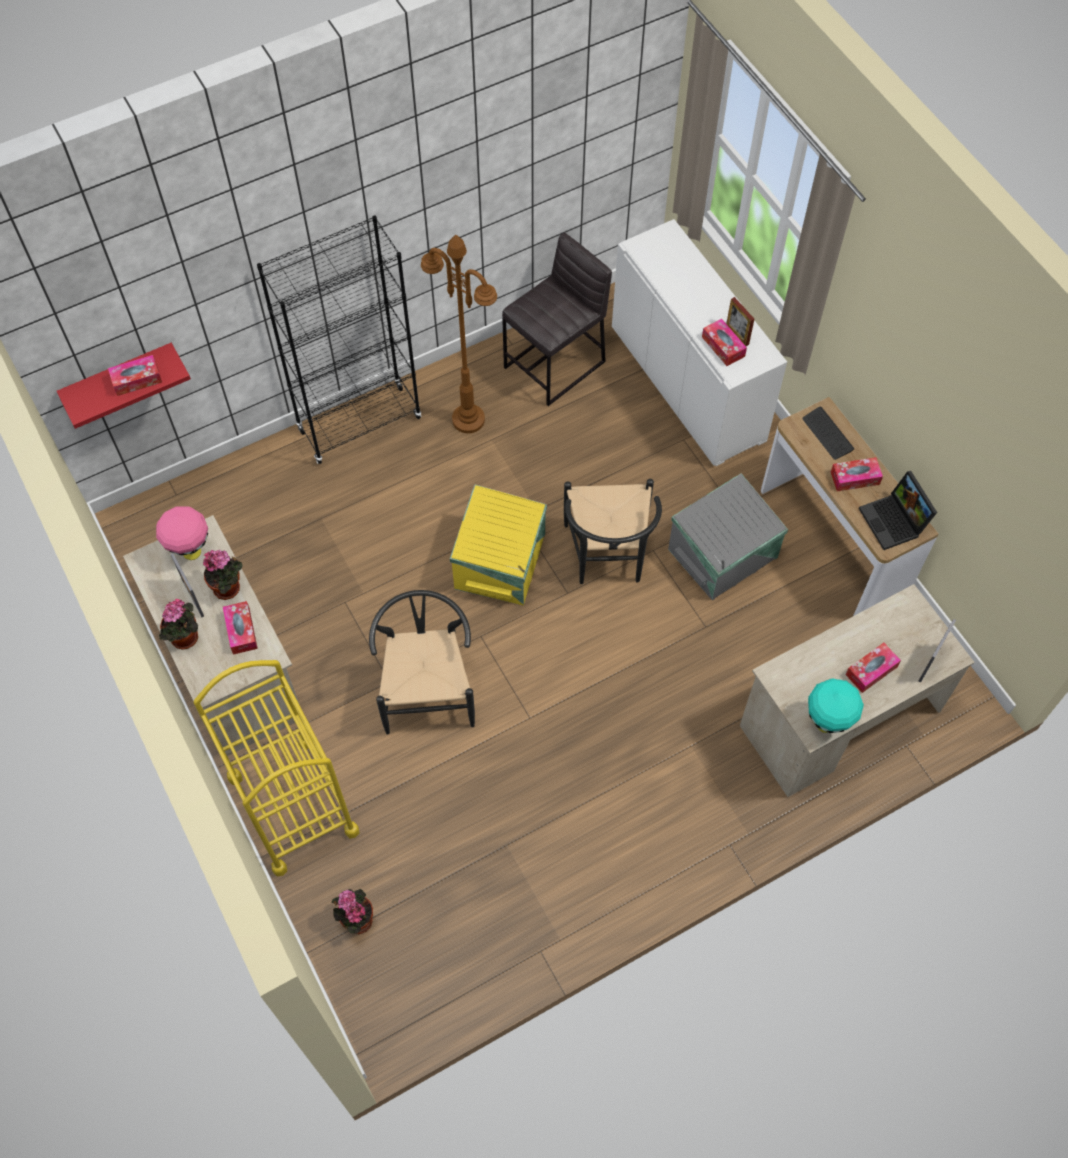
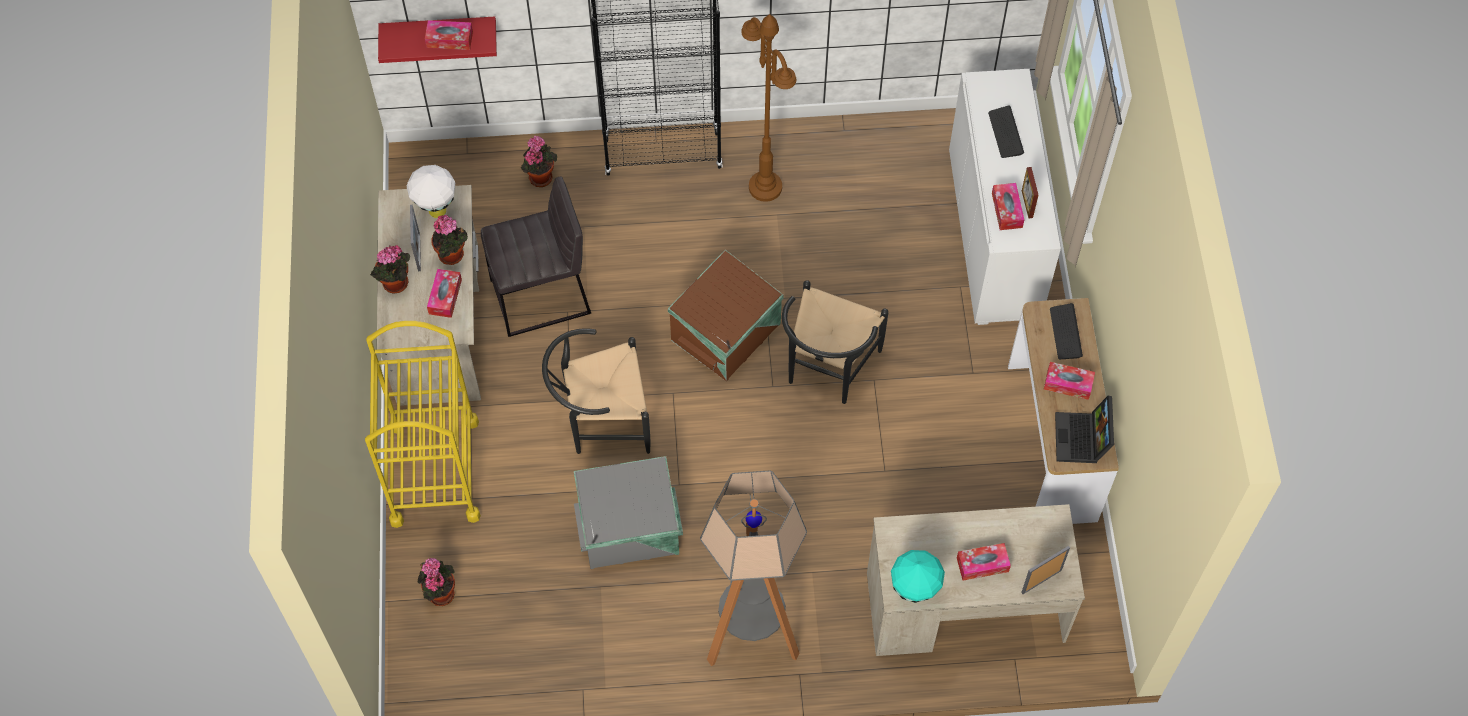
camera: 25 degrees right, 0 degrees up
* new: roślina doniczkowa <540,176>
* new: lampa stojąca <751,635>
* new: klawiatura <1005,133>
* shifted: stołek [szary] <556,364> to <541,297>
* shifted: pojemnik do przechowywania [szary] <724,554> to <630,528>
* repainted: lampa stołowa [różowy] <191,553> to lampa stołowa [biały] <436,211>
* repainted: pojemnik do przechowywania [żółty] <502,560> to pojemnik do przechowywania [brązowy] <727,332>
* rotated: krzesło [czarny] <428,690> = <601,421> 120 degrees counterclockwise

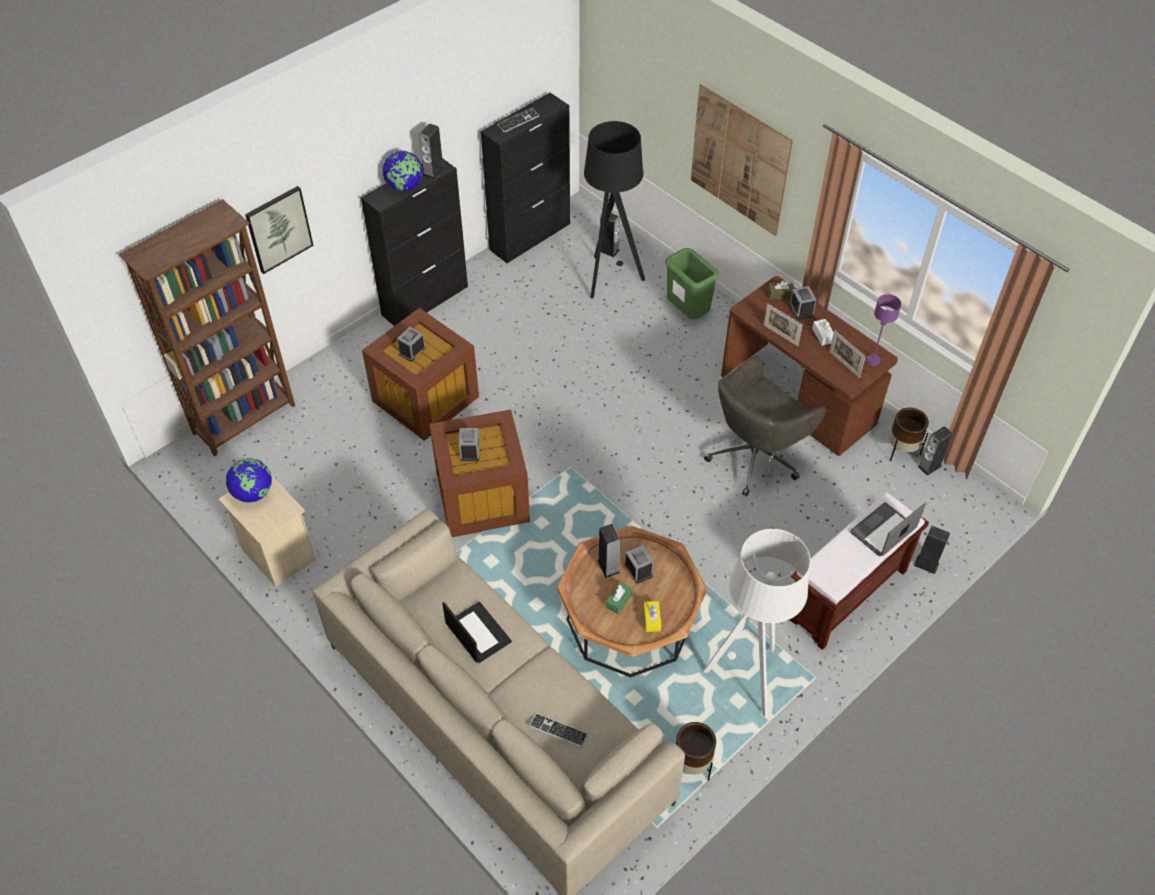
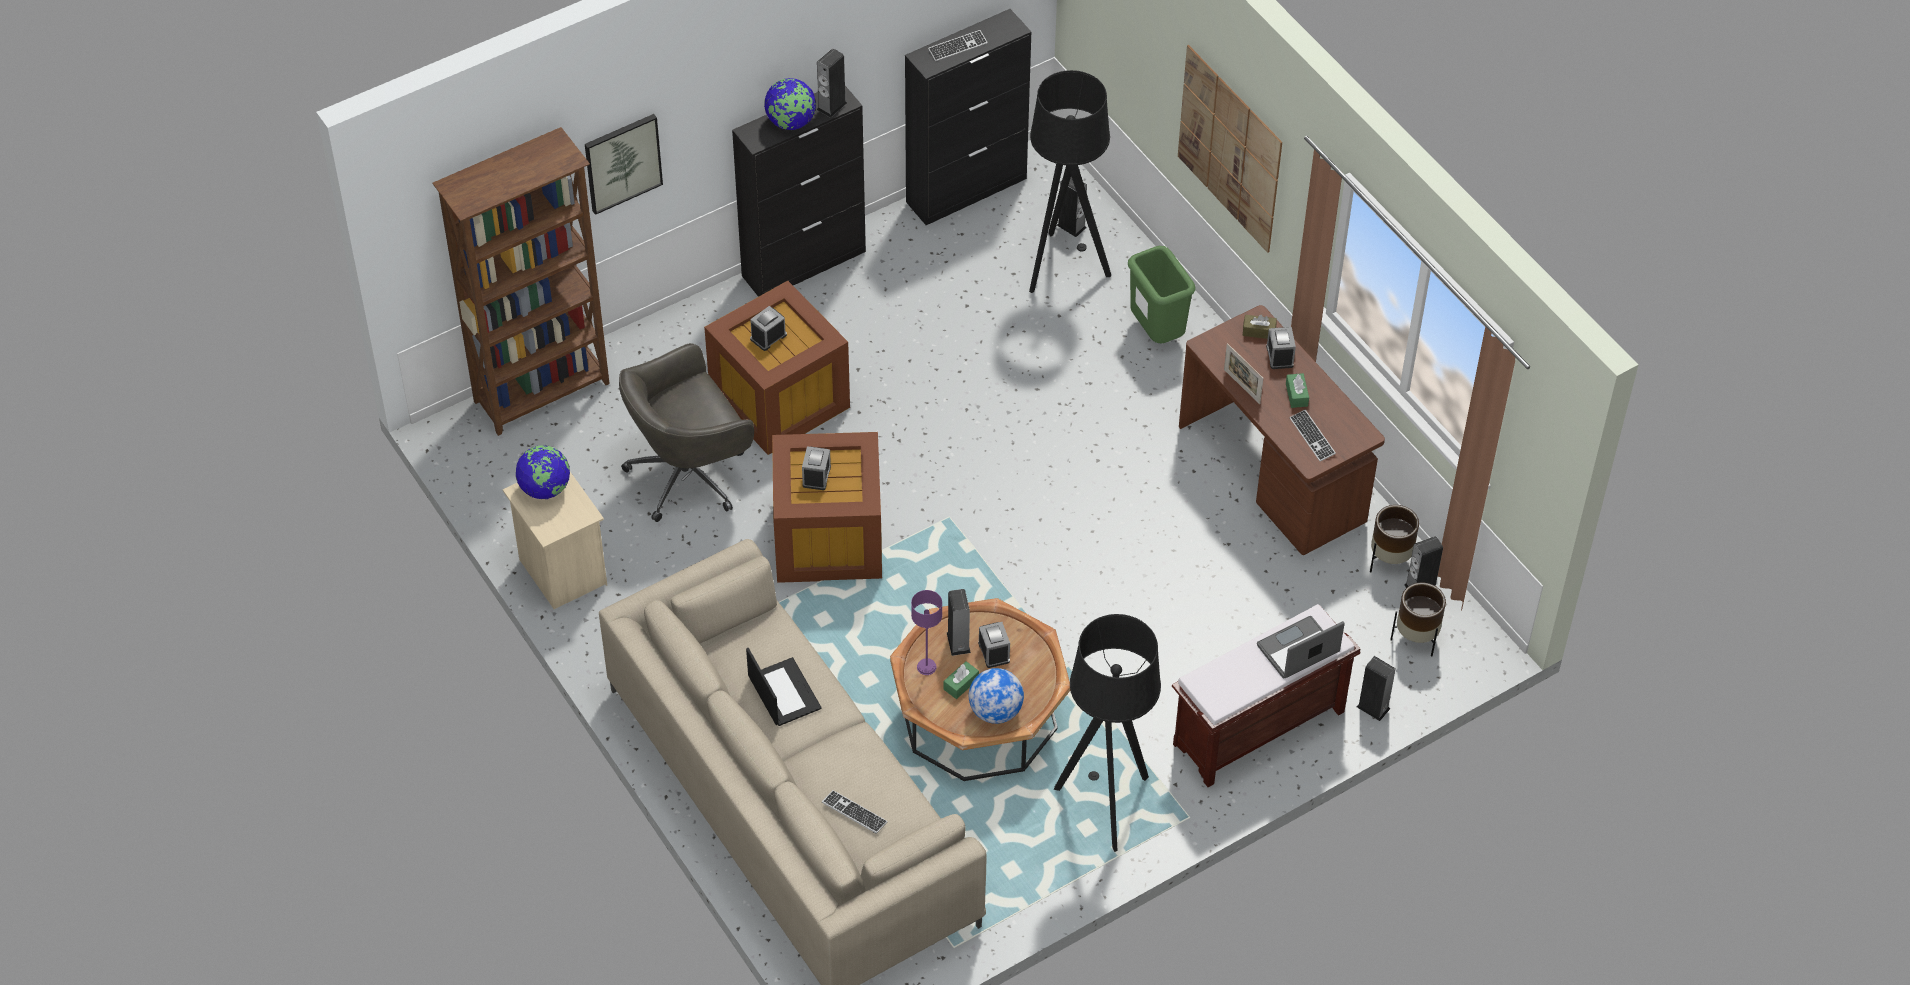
camera: 10 degrees right, 0 degrees up
* shifted: donica [brązowy] <692,765> to <1416,639>
* shifted: krzesło biurowe [szary] <756,456> to <690,474>
* shifted: lampa stołowa [fioletowy] <872,360> to <926,667>
* swapped: pudełko chusteczek [żółty] <652,619> to globus <995,711>
* swapped: ramka na zdjęcie <844,364> to klawiatura <1312,436>
* repainted: lampa stojąca [biały] <747,678> to lampa stojąca [czarny] <1106,805>
* repainted: pudełko chusteczek [biały] <822,335> to pudełko chusteczek [zielony] <1296,395>

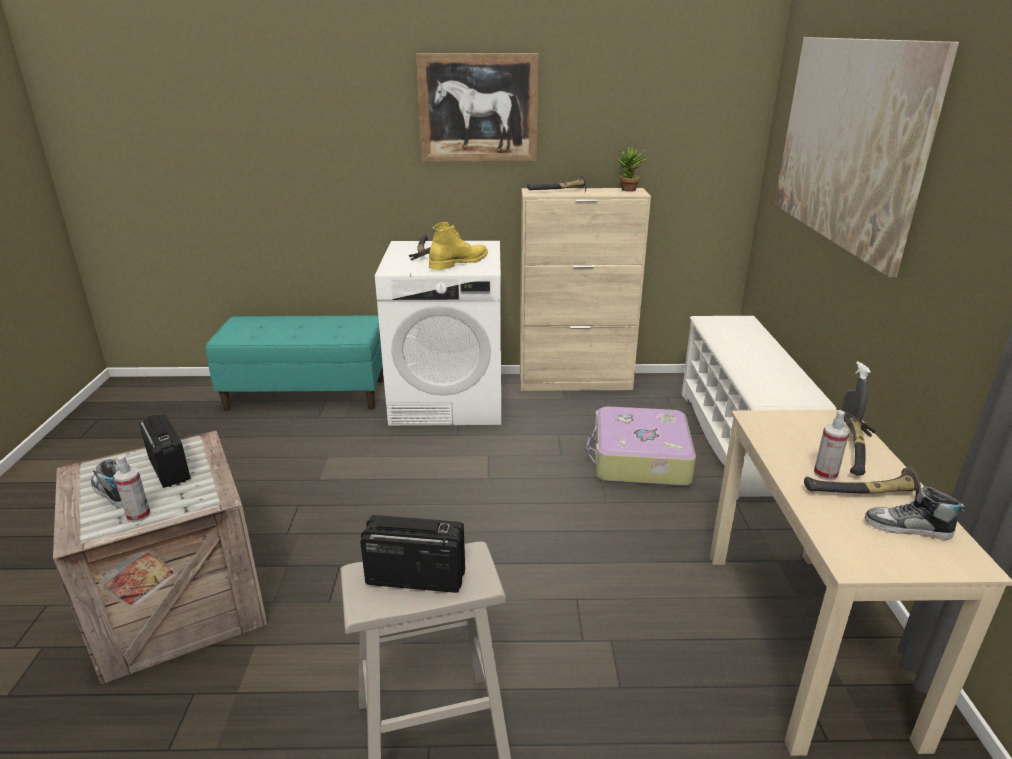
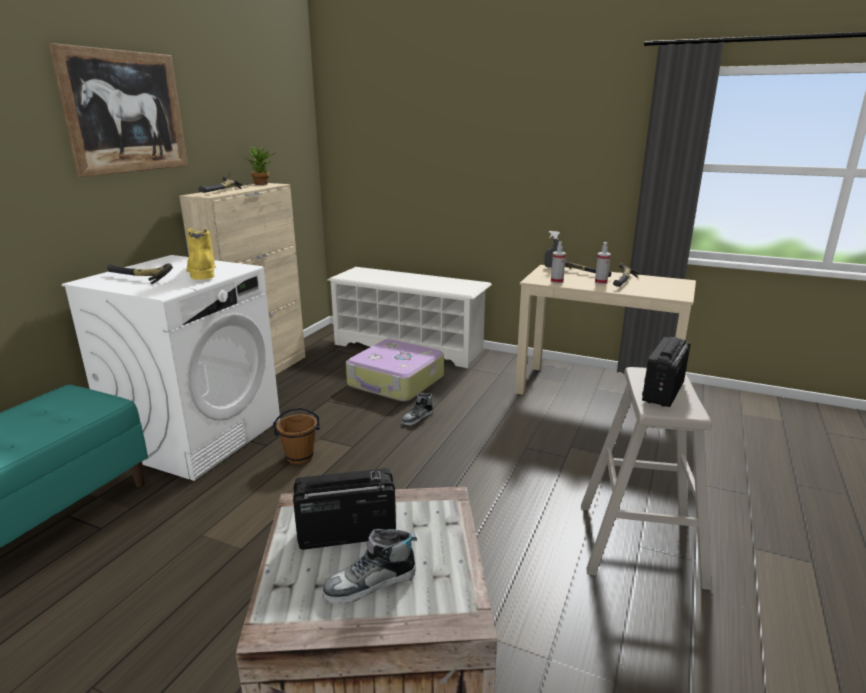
camera: 65 degrees left, 5 degrees down
* gone: obraz <848,143>
* new: wiadro [brązowy] <299,457>
* shifted: spryskiwacz <138,515> to <557,281>
* shifted: but <907,528> to <417,418>

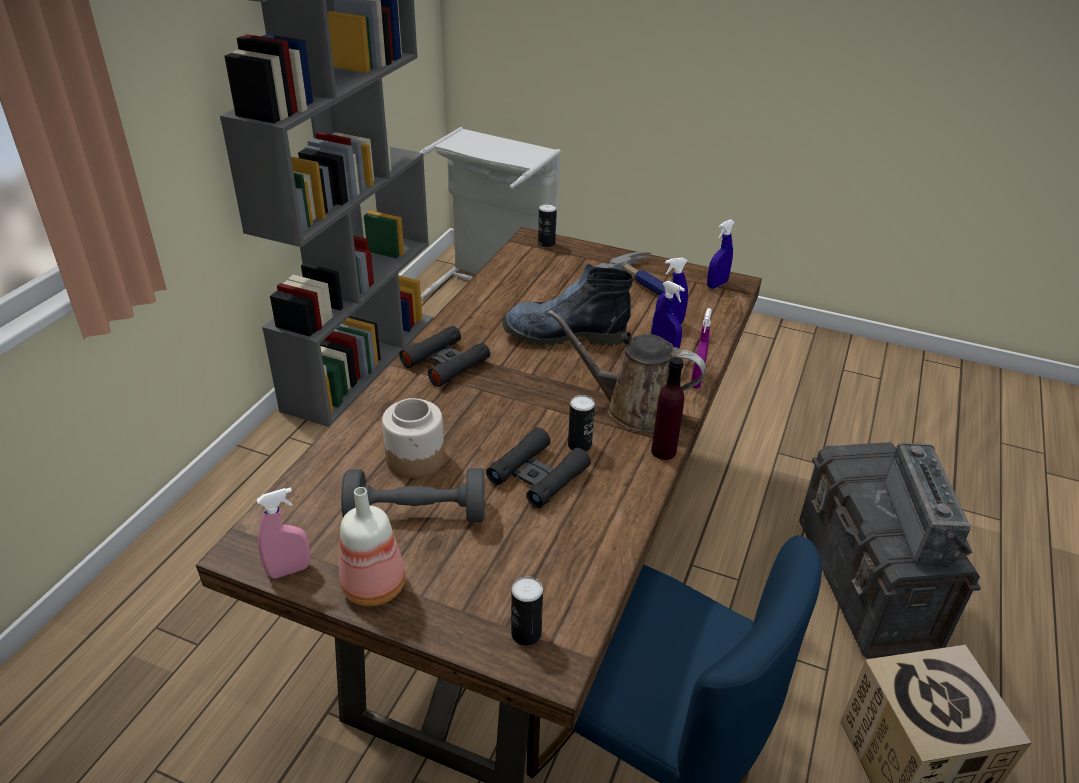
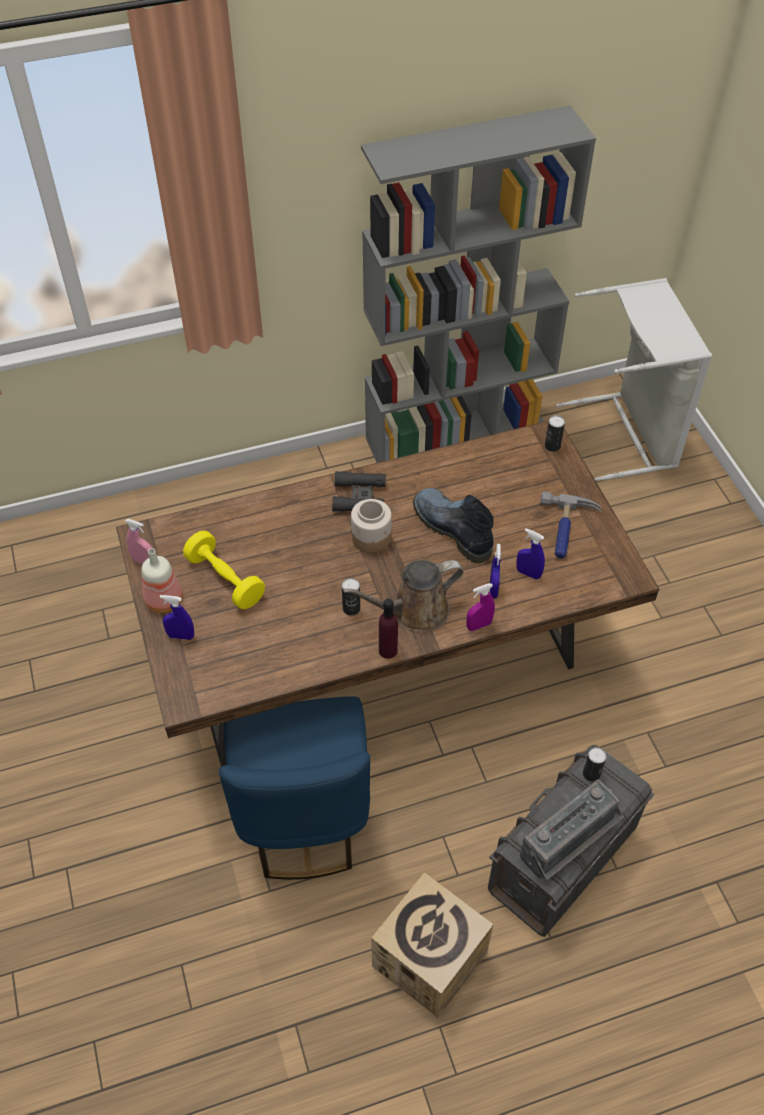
camera: 50 degrees right, 15 degrees up
* gone: lornetka [czarny] <537,475>
* shifted: słoik <416,458> to <372,537>
* shifted: puszka <526,633> to <591,774>
* shifted: spryskiwacz [niebieski] <717,284> to <181,636>
* repainted: hantel [szary] <416,514> to hantel [żółty] <225,579>
* rotated: konewka [brązowy] <634,408> = <414,611> 90 degrees counterclockwise

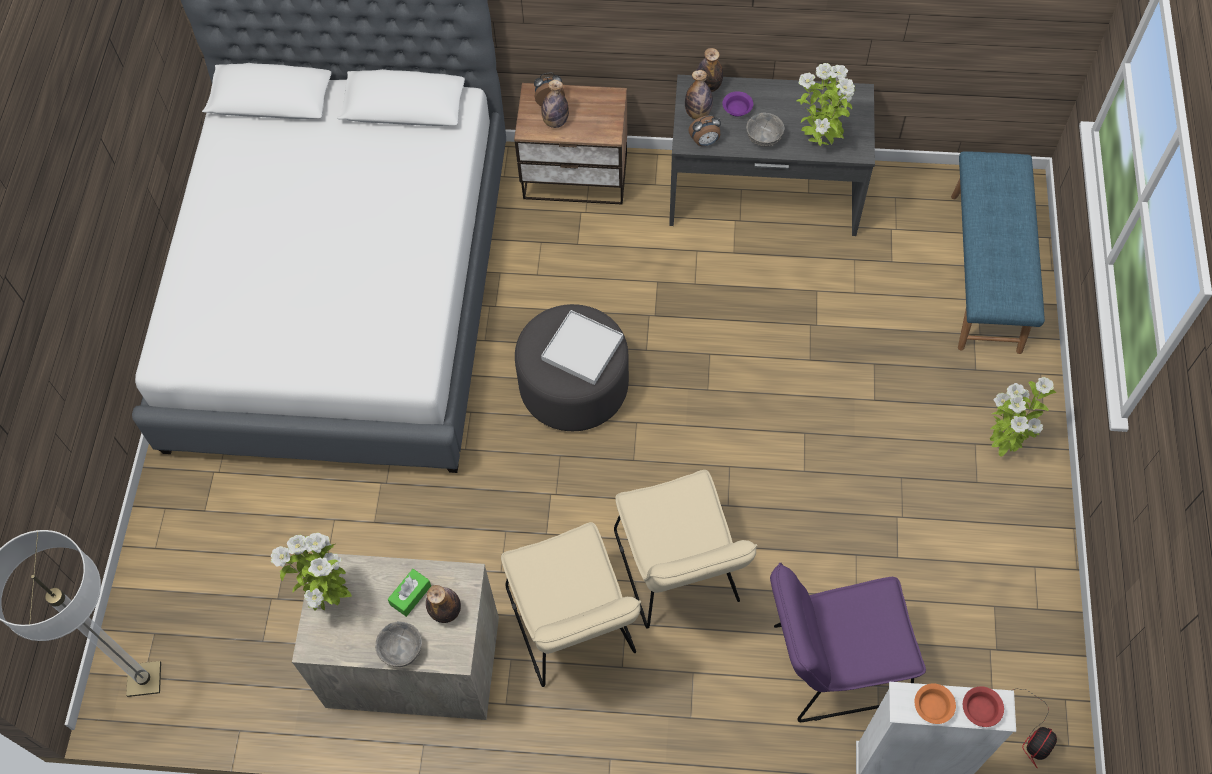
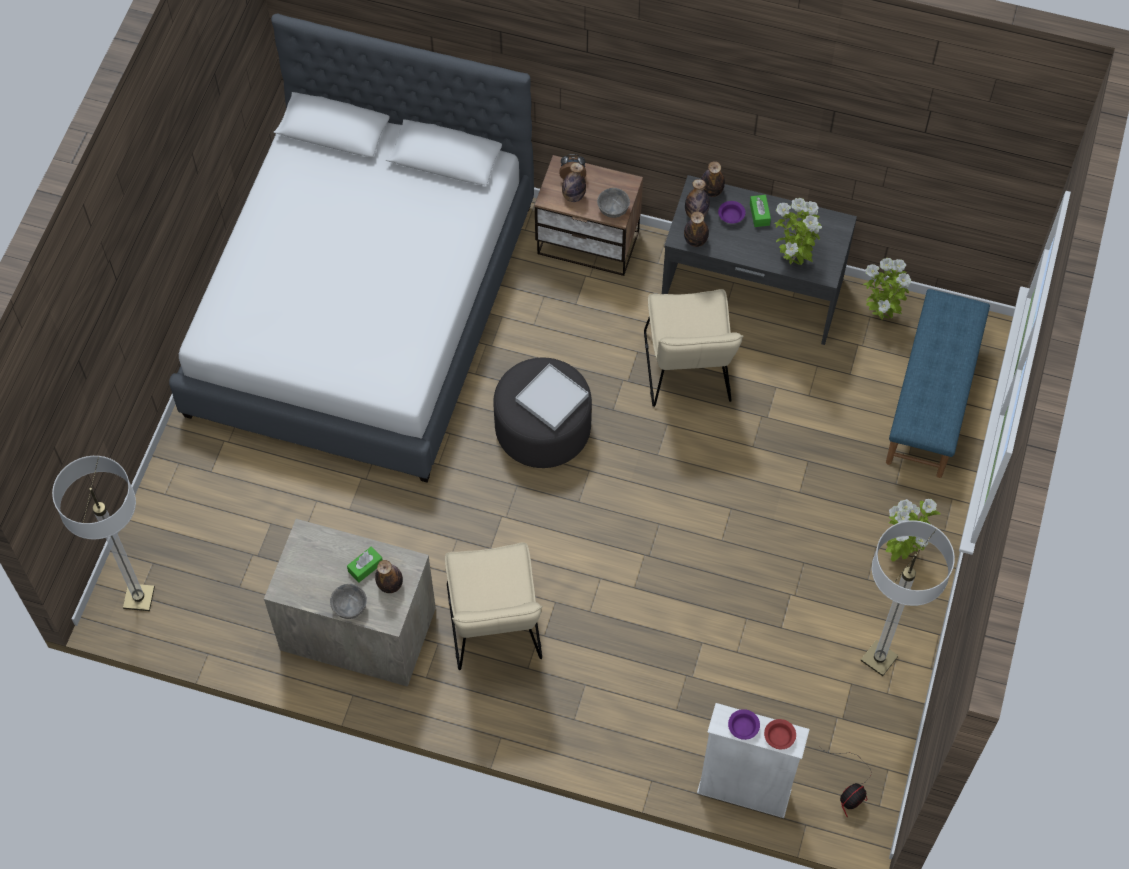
camera: 10 degrees right, 0 degrees up
* gone: krzesło [fioletowy] <830,665>
* new: pudełko chusteczek [zielony] <759,214>
* new: lampa stojąca <879,658>
* shifted: roślina doniczkowa <330,598> to <881,316>
* shifted: krzesło [beżowy] <679,575> to <688,374>
* shifted: miska [szary] <763,138> to <612,209>
* swapped: budzik <705,142> to butelka <695,241>
* repainted: miska [pomarańczowy] <933,707> to miska [fioletowy] <743,728>

